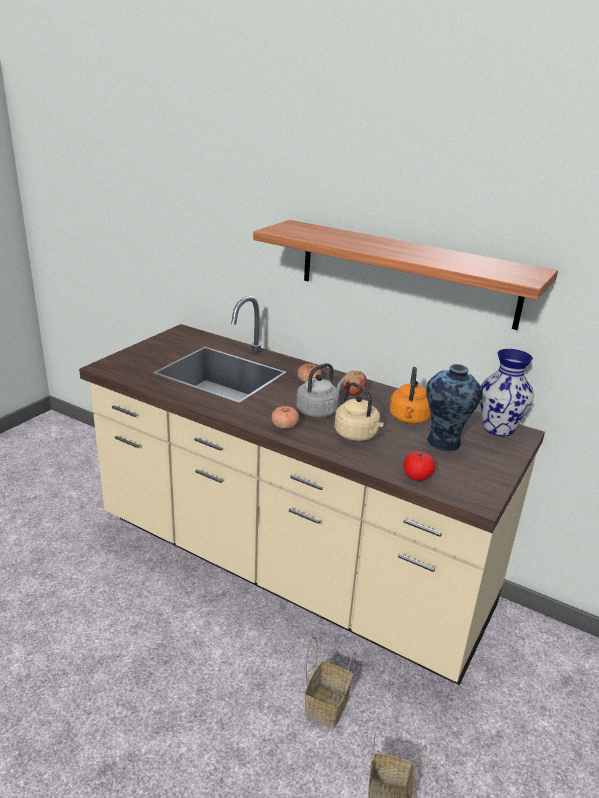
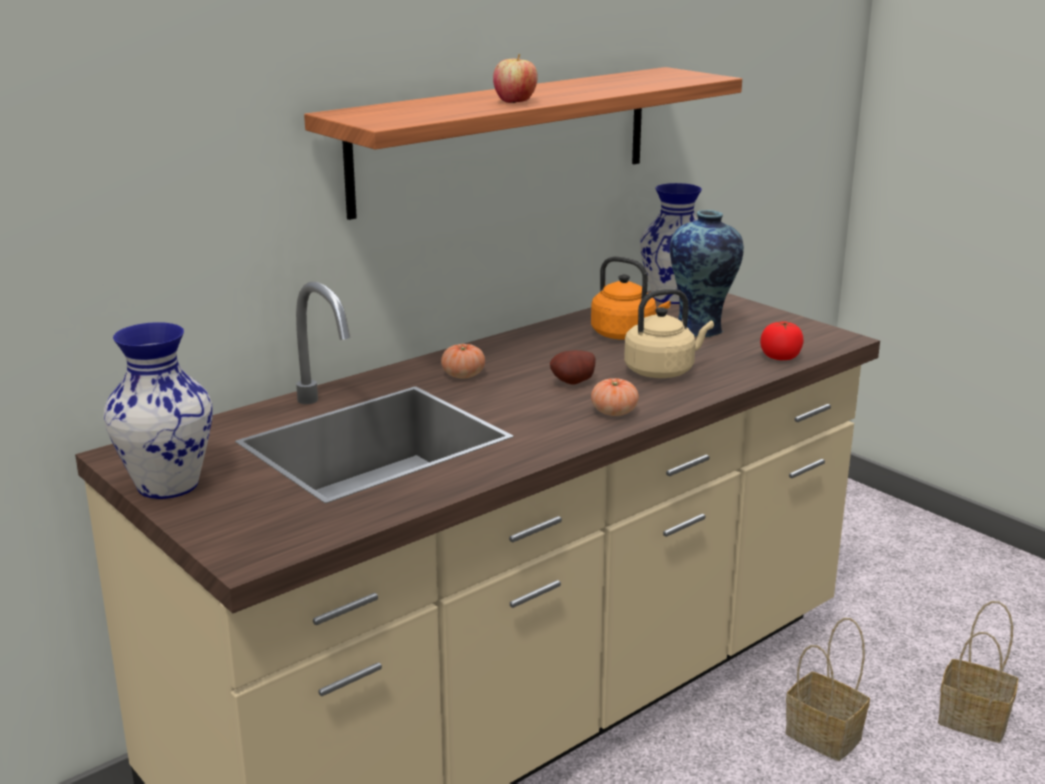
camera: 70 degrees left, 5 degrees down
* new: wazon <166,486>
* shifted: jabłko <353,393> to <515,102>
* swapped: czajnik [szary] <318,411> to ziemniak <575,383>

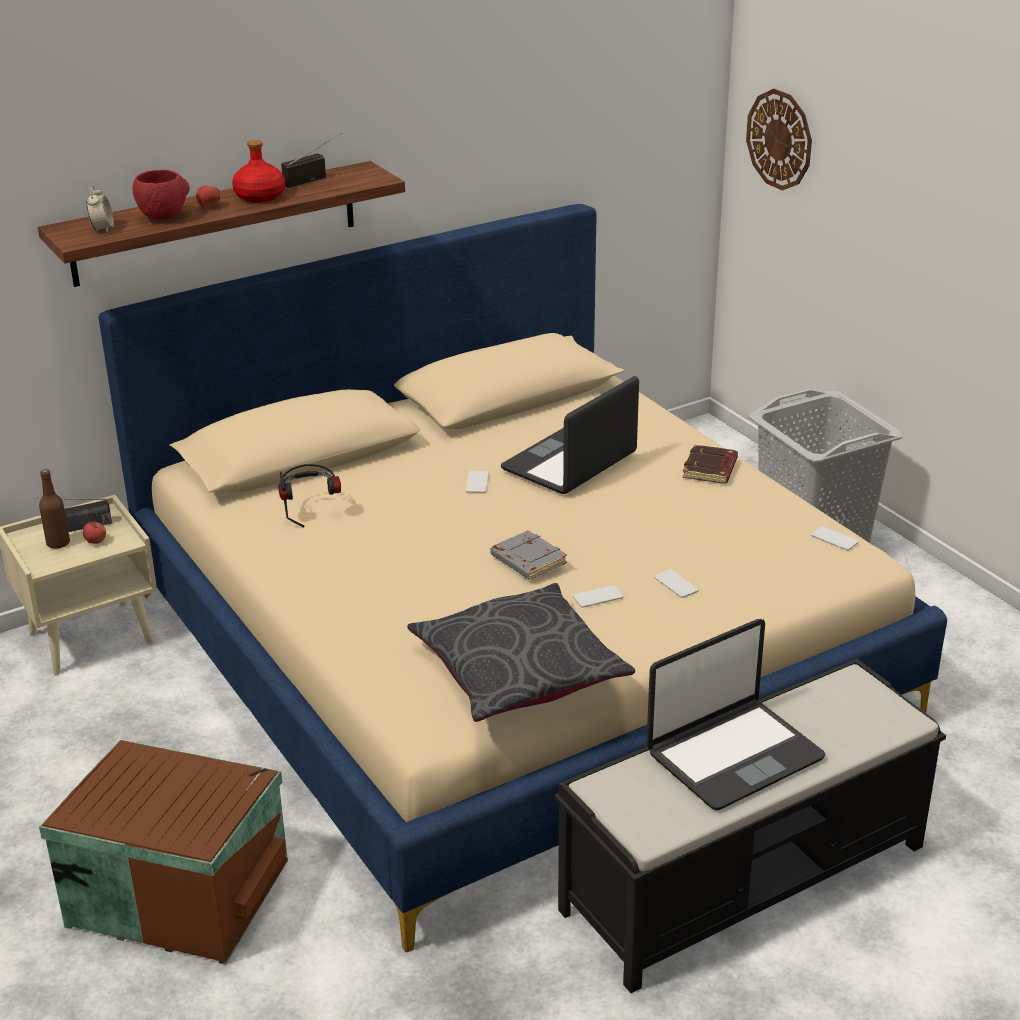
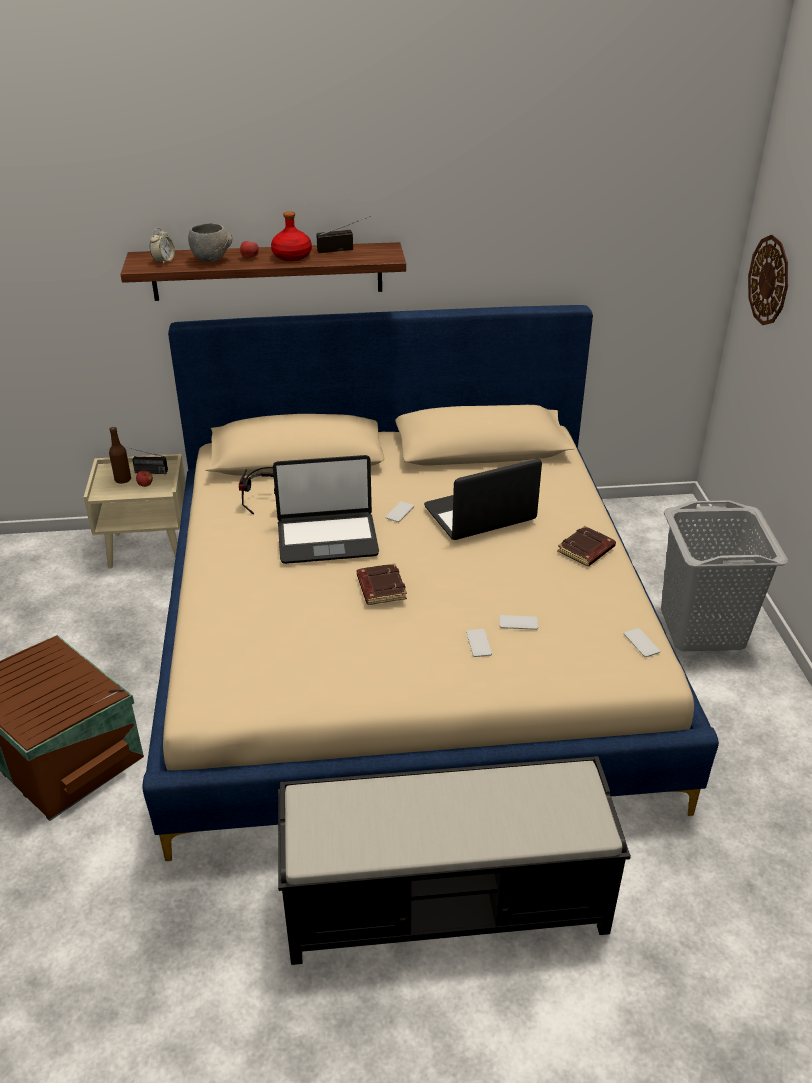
camera: 25 degrees right, 5 degrees up
* gone: poduszka [szary] <518,670>
* shifted: telefon <598,597> to <518,623>
* shifted: laptop <733,755> to <327,538>
* repainted: miska [czerwony] <164,217> to miska [szary] <211,260>
* repainted: książka [szary] <527,560> to książka [brązowy] <380,588>

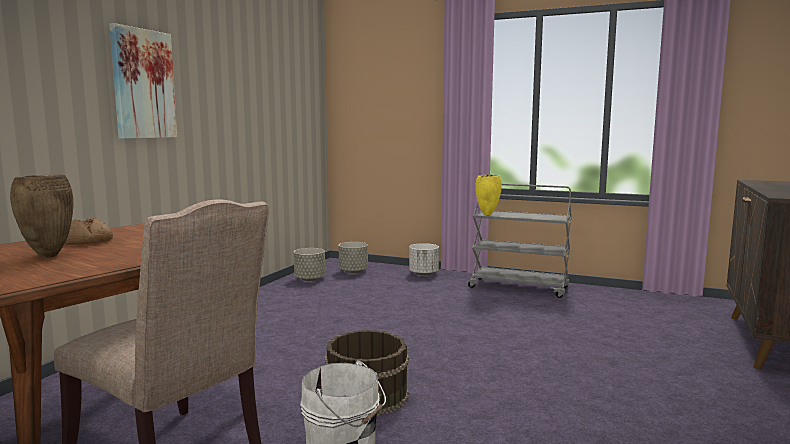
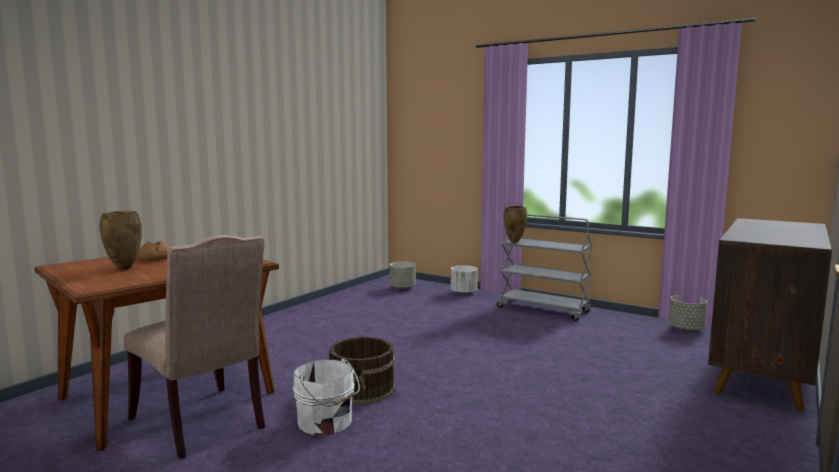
camera: 10 degrees right, 0 degrees up
* gone: obraz <143,84>
* shifted: donica [szary] <310,279> to <686,329>
* repainted: wazon [żółty] <487,214> to wazon [brązowy] <514,242>

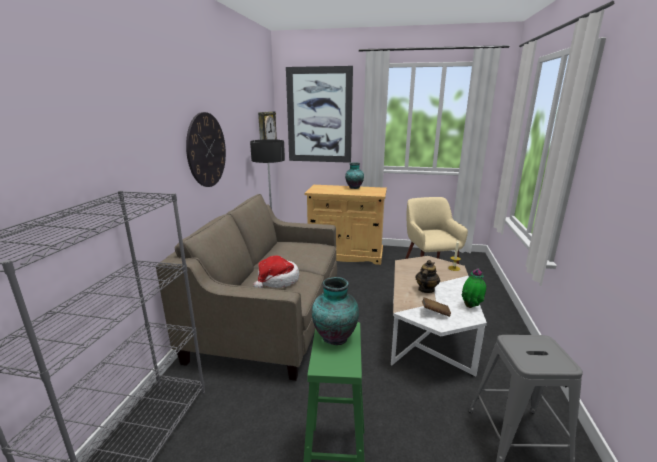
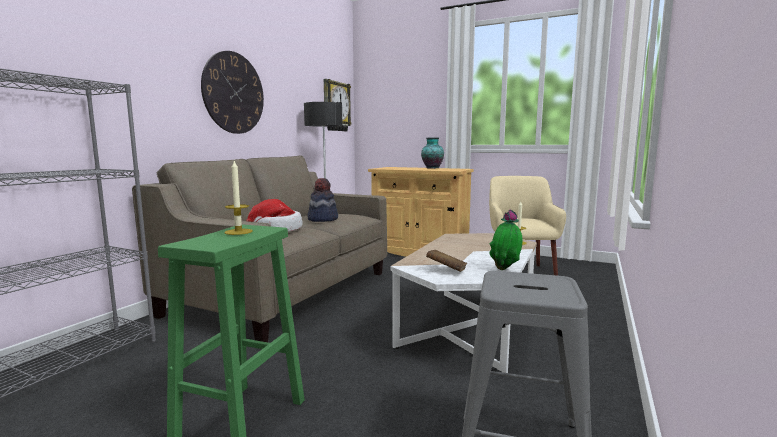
camera: 15 degrees right, 10 degrees down
* gone: obraz <319,116>
* gone: imbryk <426,289>
* new: kapelusz <322,219>
* swapped: wazon <335,336> to świeca <238,232>

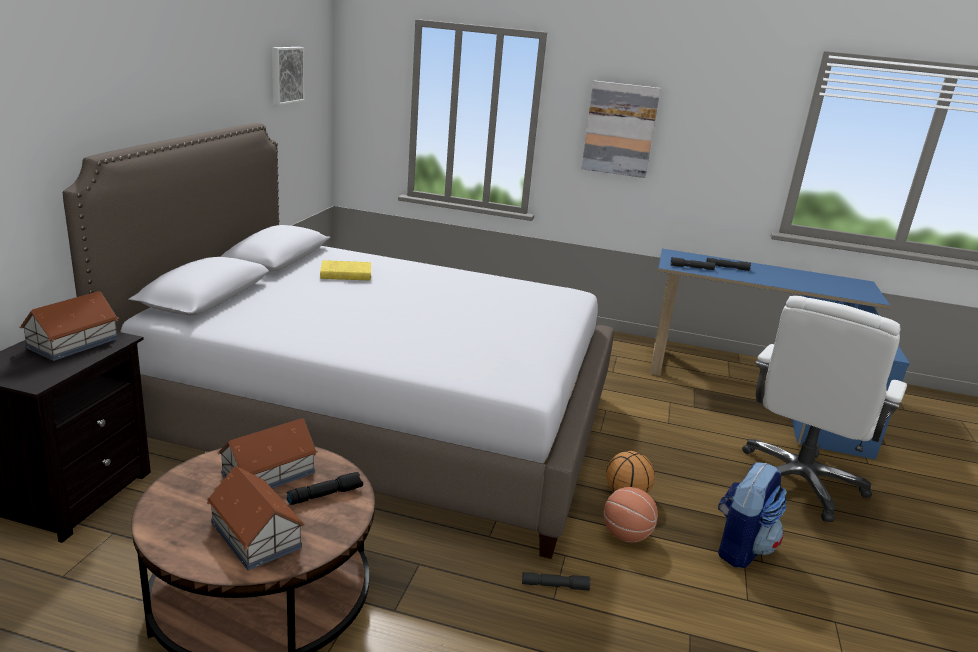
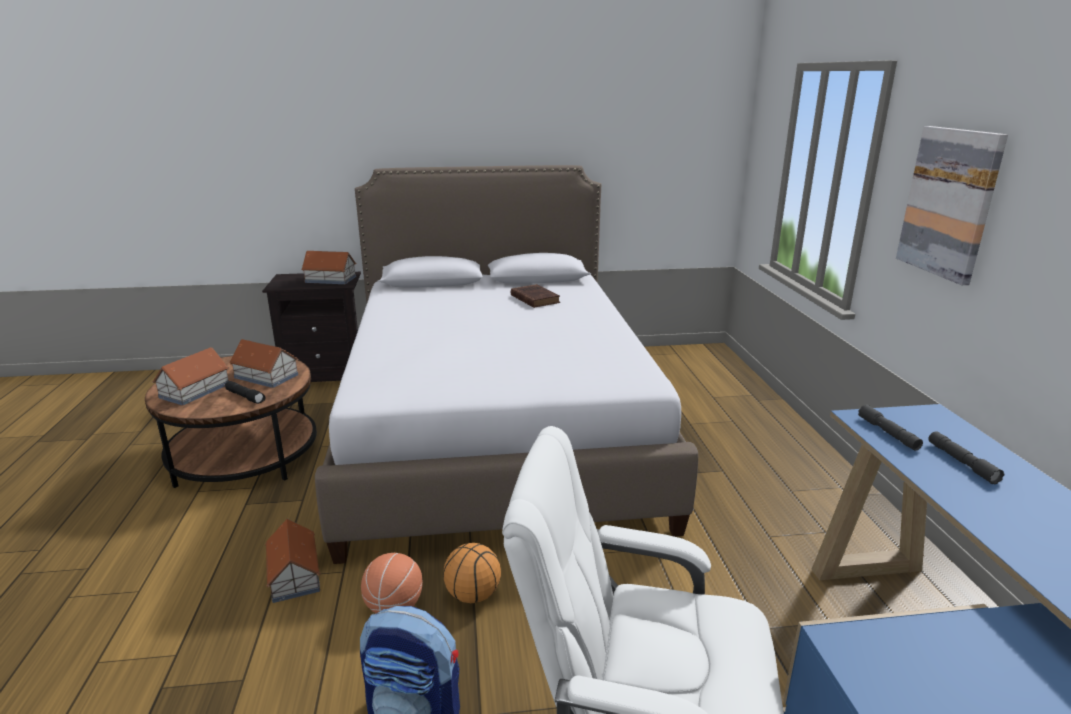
camera: 70 degrees right, 0 degrees up
* gone: obraz <286,75>
* swapped: latarka [szary] <555,586> to domek <295,574>
* repainted: książka [żółty] <344,274> to książka [brązowy] <534,299>

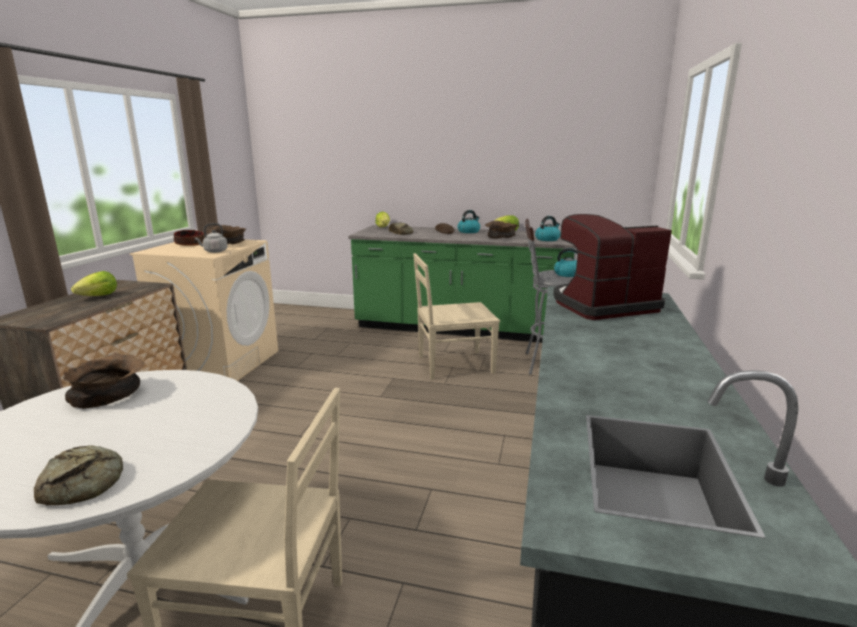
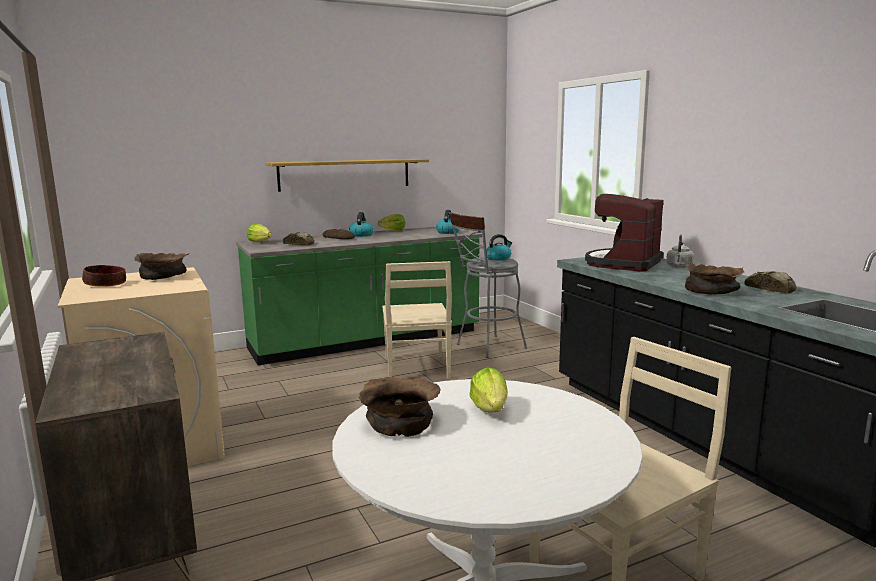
camera: 40 degrees left, 5 degrees down
* new: półka <345,174>
* shifted: chleb <86,482> to <771,289>
* shifted: sałata <99,296> to <490,409>
* shifted: czajnik [szary] <214,251> to <679,267>
* shifted: miska [brązowy] <500,238> to <712,291>
* rotated: krzesło [beżowy] <453,364> = <416,369> 45 degrees counterclockwise

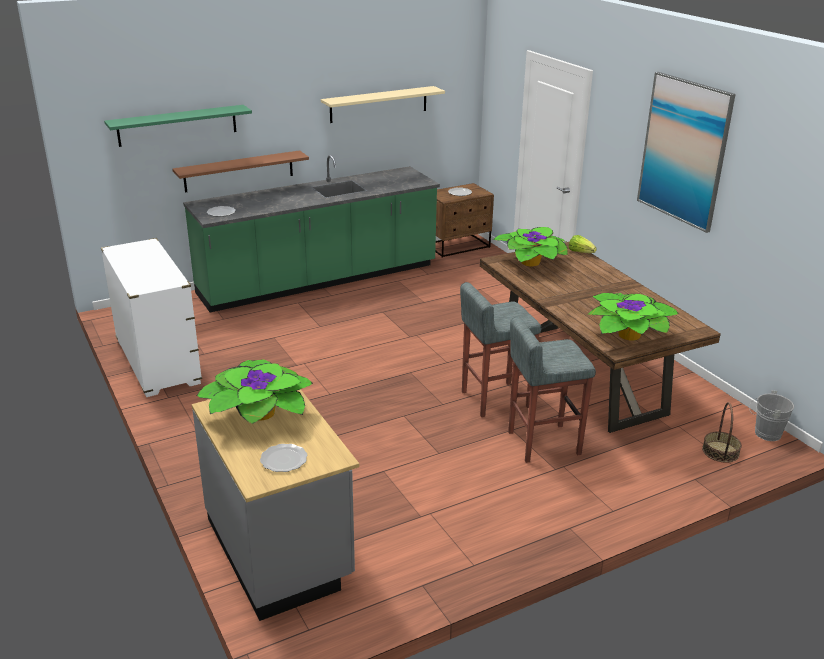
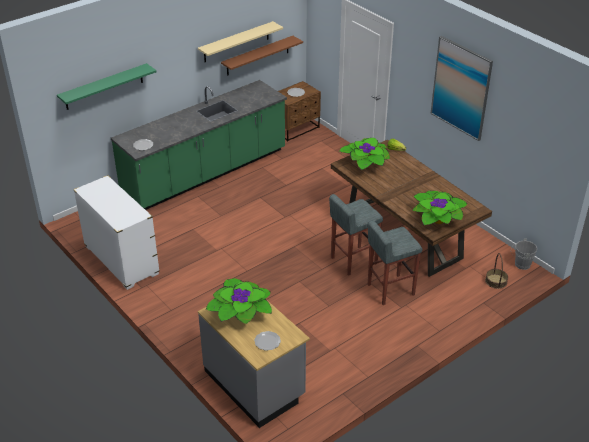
camera: 10 degrees left, 10 degrees up
* shifted: półka [brązowy] <239,171> to <258,56>

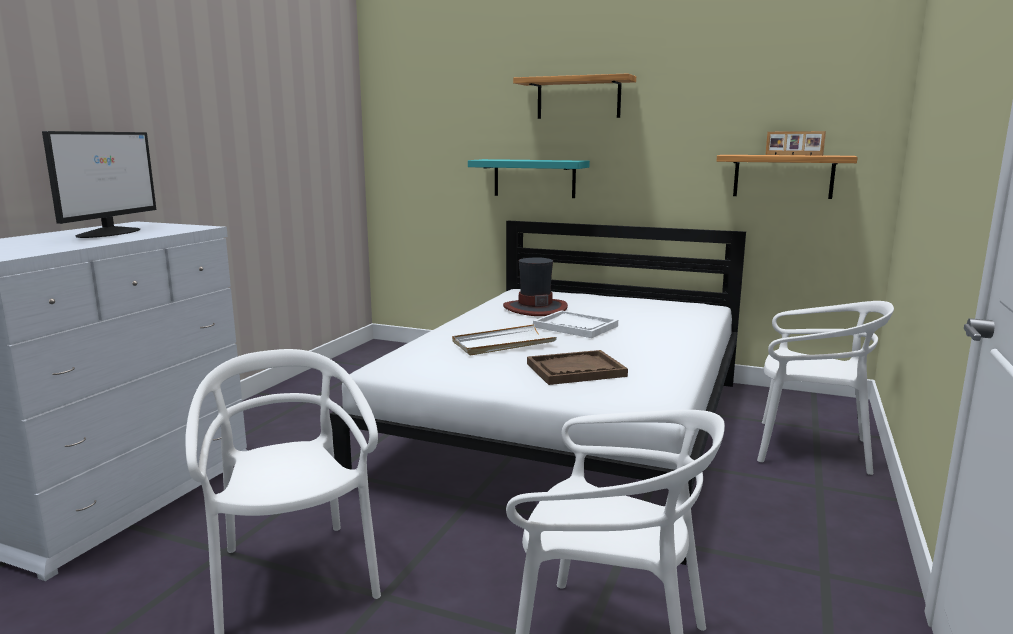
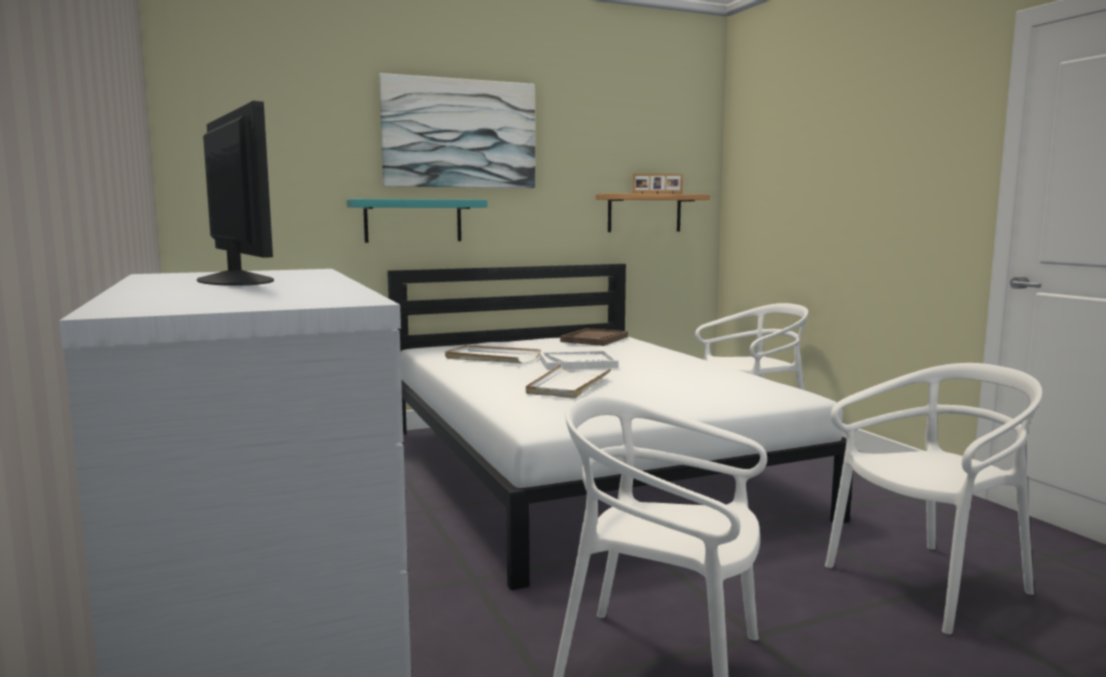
camera: 45 degrees left, 5 degrees down
* shifted: taca [brązowy] <575,370> to <594,339>
* swapped: kapelusz <535,308> to taca [biały] <492,358>
* swapped: półka <578,98> to obraz <459,134>

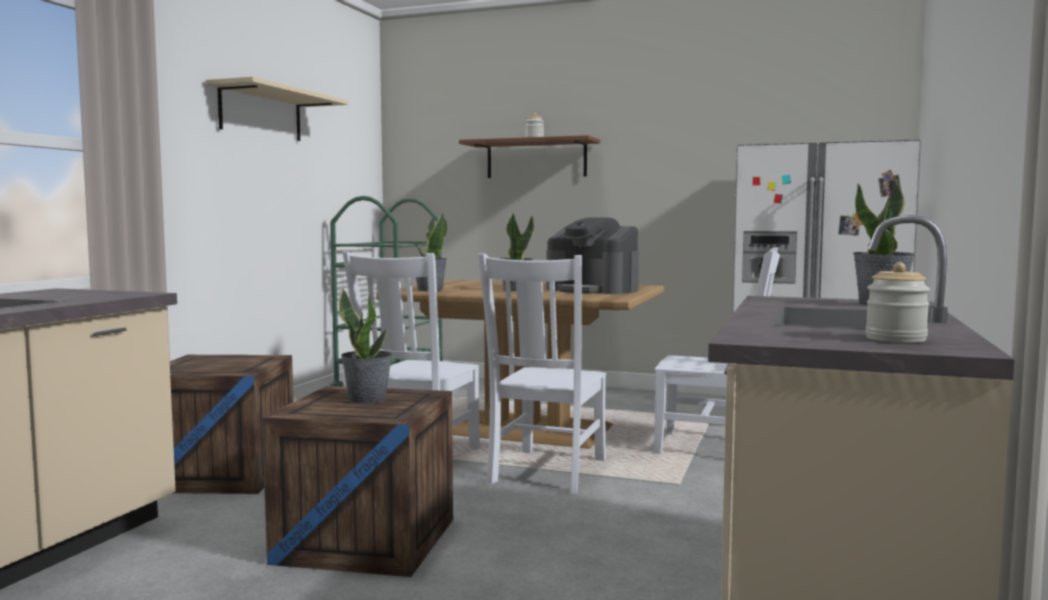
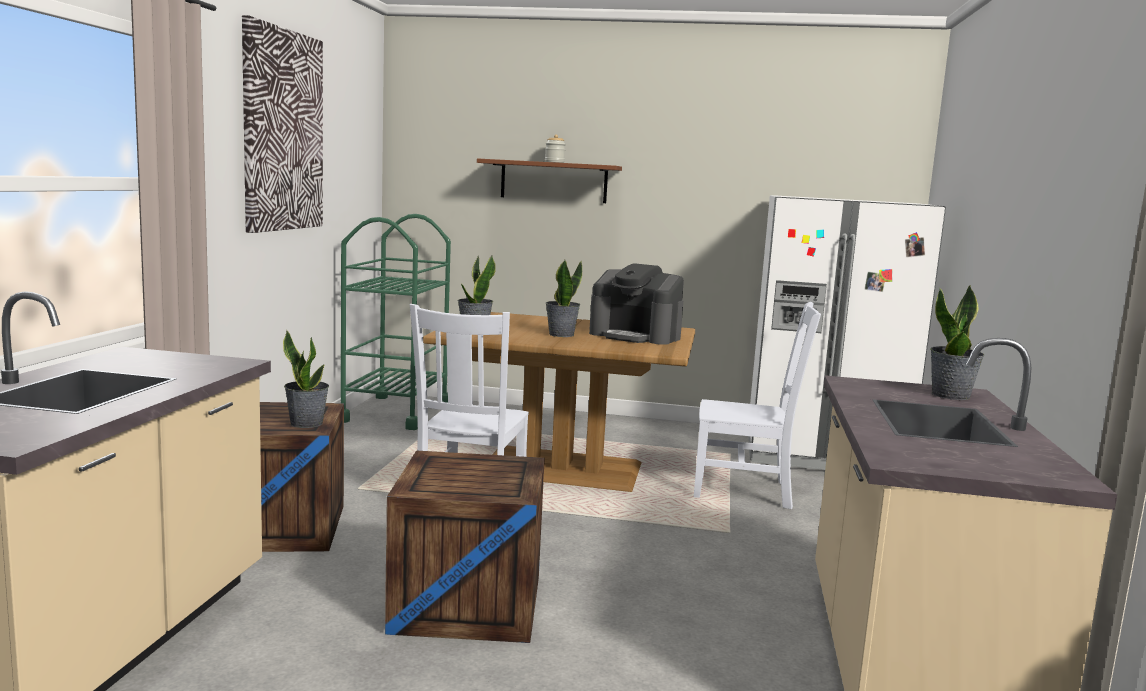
camera: 10 degrees left, 5 degrees up
* gone: krzesło [biały] <546,472>
* gone: słoik <895,339>
* shifted: roślina doniczkowa <367,399> to <306,423>
* swapped: półka [beżowy] <261,113> to obraz <283,131>

